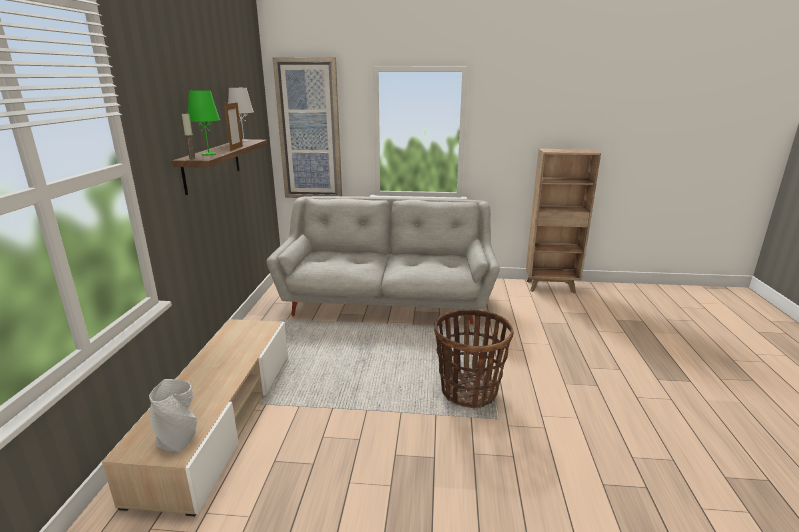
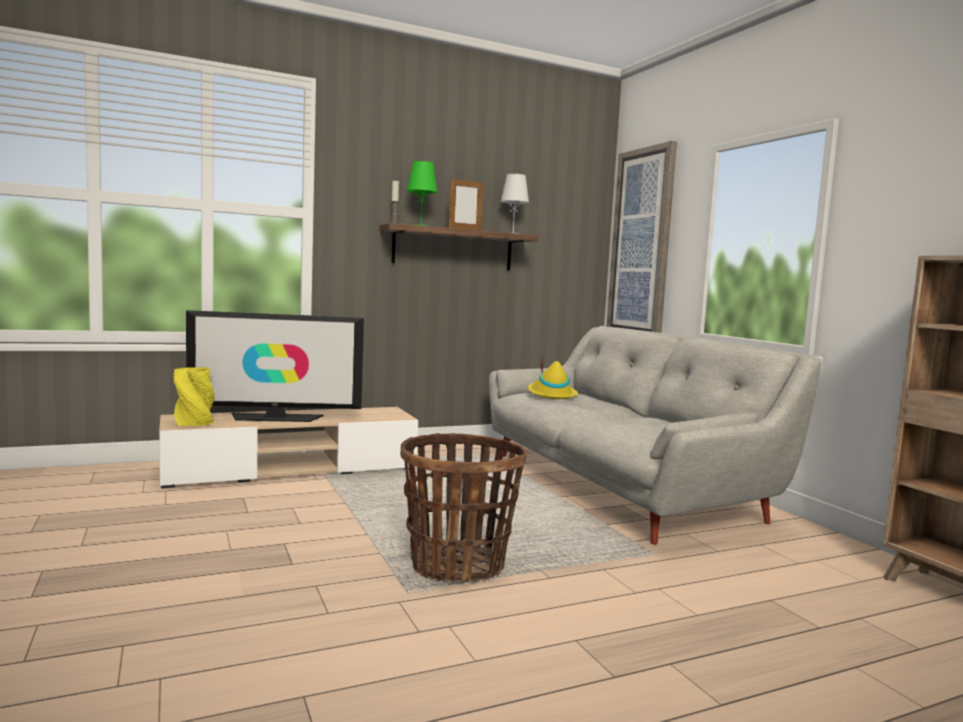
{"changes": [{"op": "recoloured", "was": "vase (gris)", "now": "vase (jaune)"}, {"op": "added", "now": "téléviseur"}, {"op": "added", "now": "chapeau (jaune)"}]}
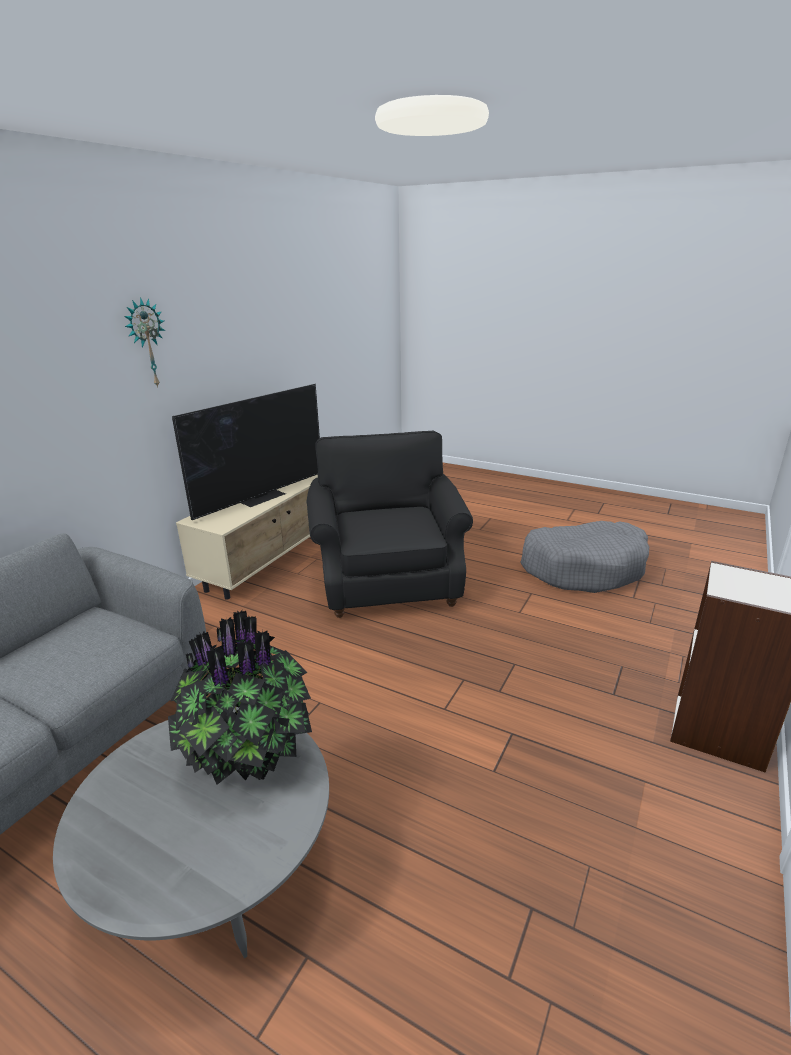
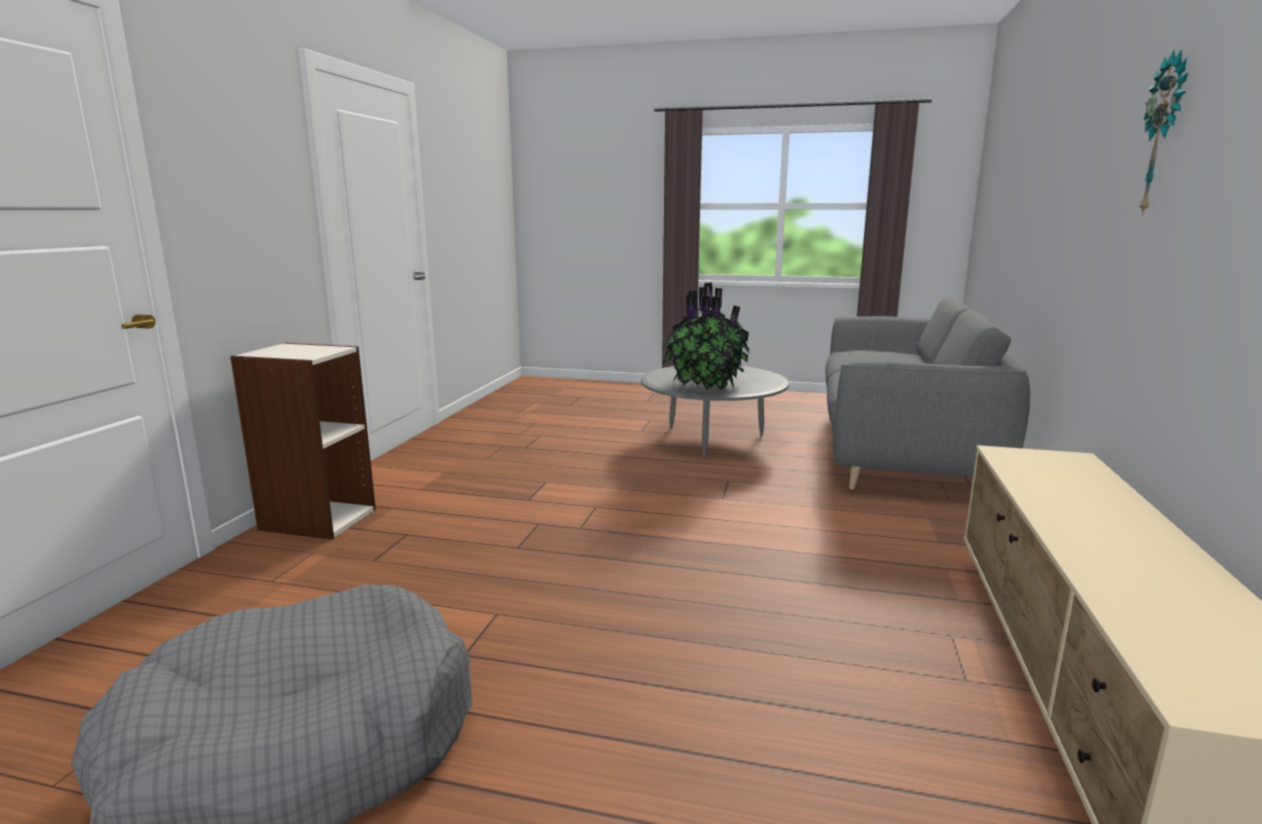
{"changes": [{"op": "removed", "was": "téléviseur"}, {"op": "removed", "was": "fauteuil (noir)"}]}
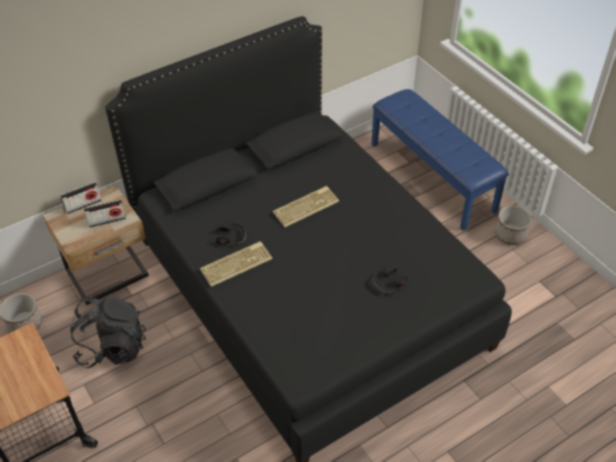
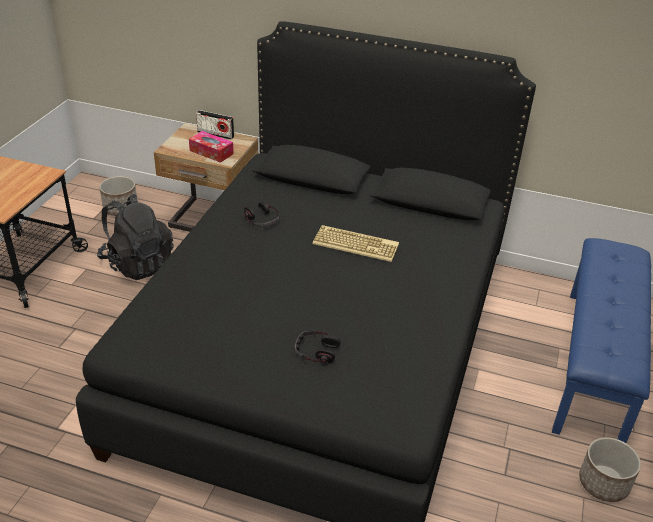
{"changes": [{"op": "replaced", "was": "radio (2nd from left)", "now": "boîte à mouchoirs"}, {"op": "removed", "was": "clavier (1st from left)"}]}
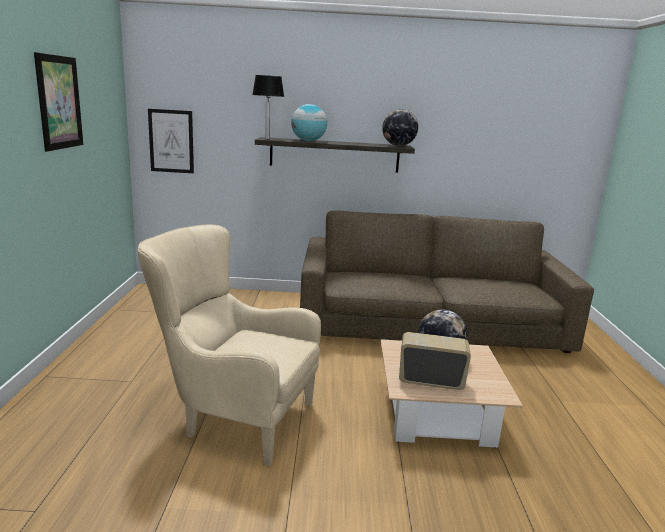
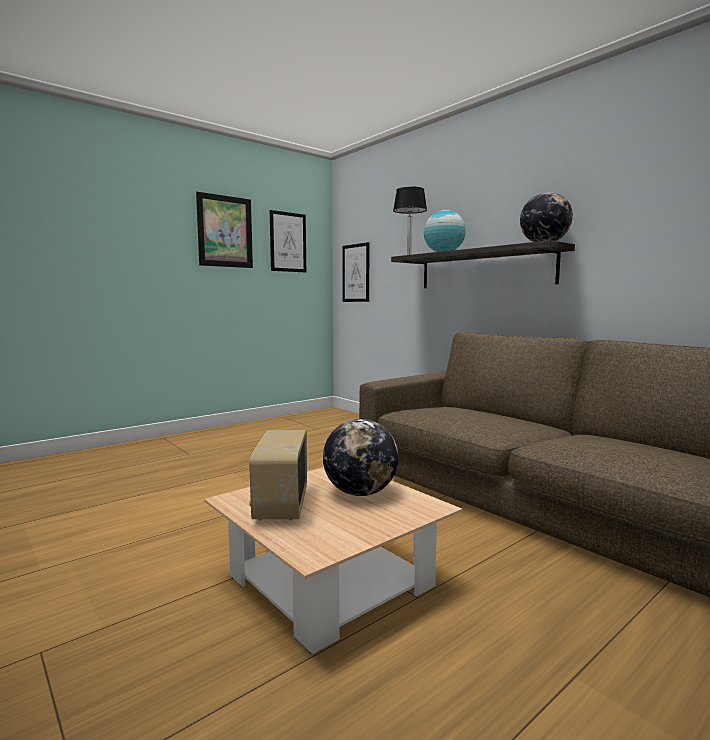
{"changes": [{"op": "turned", "was": "radio", "clockwise": -150}, {"op": "added", "now": "tableau (2nd from left)"}, {"op": "removed", "was": "fauteuil (beige)"}]}
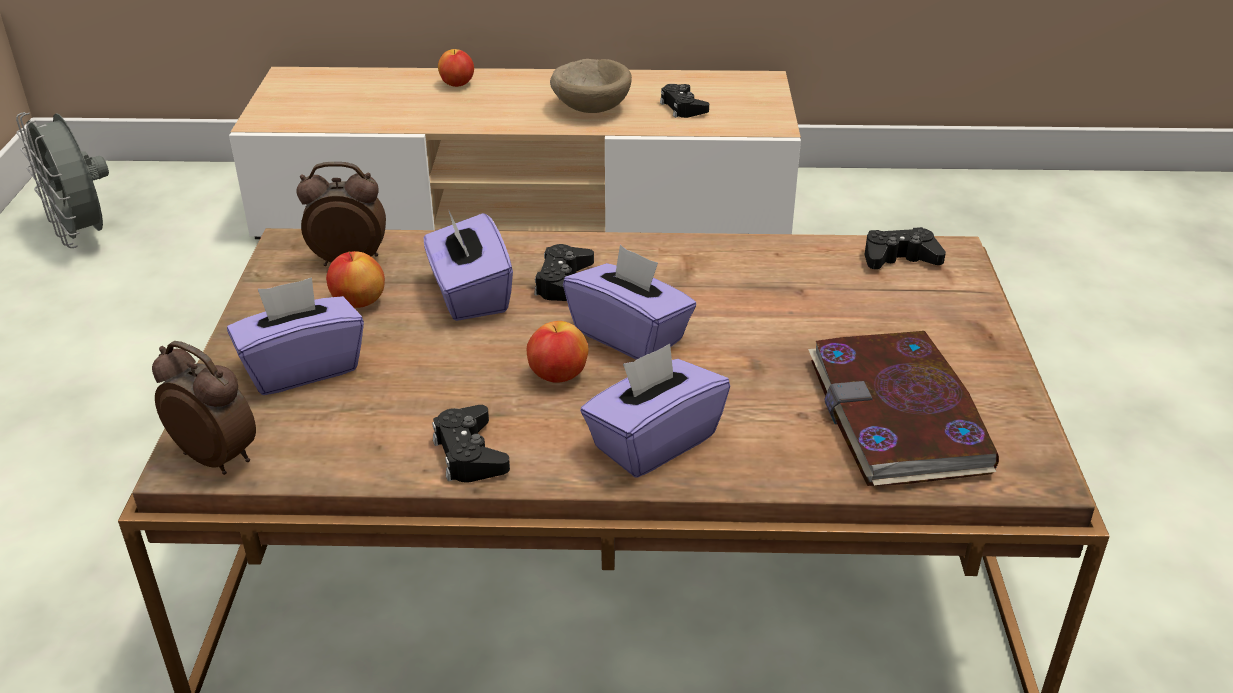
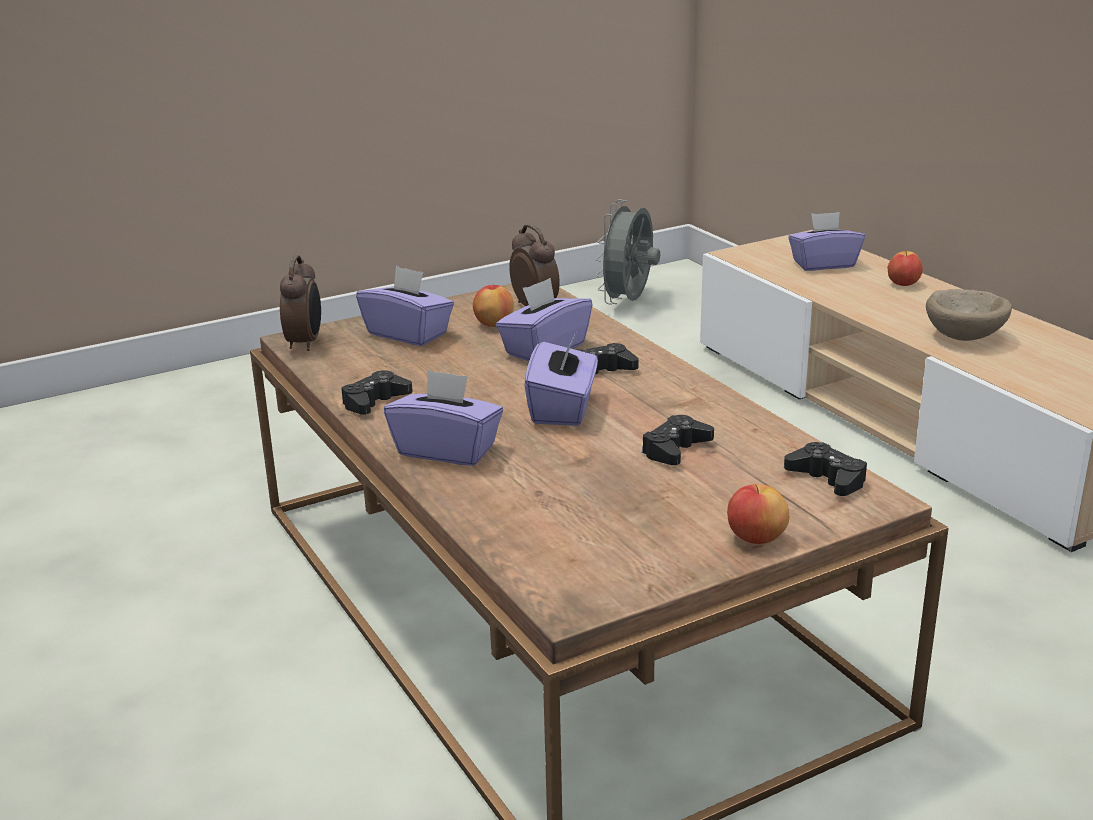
{"changes": [{"op": "moved", "was": "manette (noir) (3rd from left)"}, {"op": "moved", "was": "pomme (3rd from left in the first image)", "now": "pomme (2nd from left)"}, {"op": "added", "now": "boîte à mouchoirs (violet) (5th from left)"}, {"op": "removed", "was": "livre"}]}
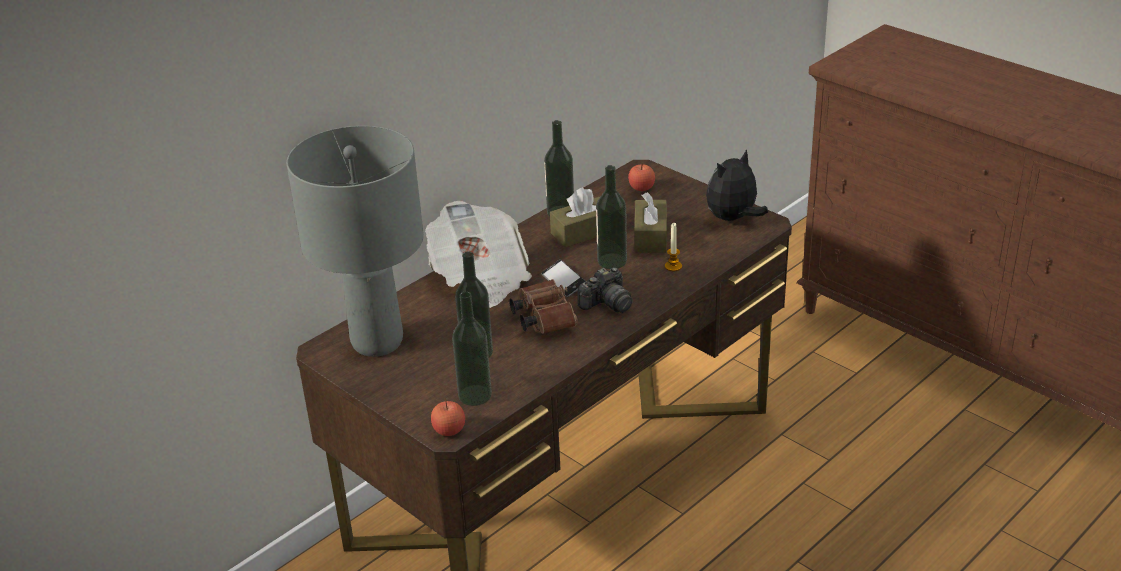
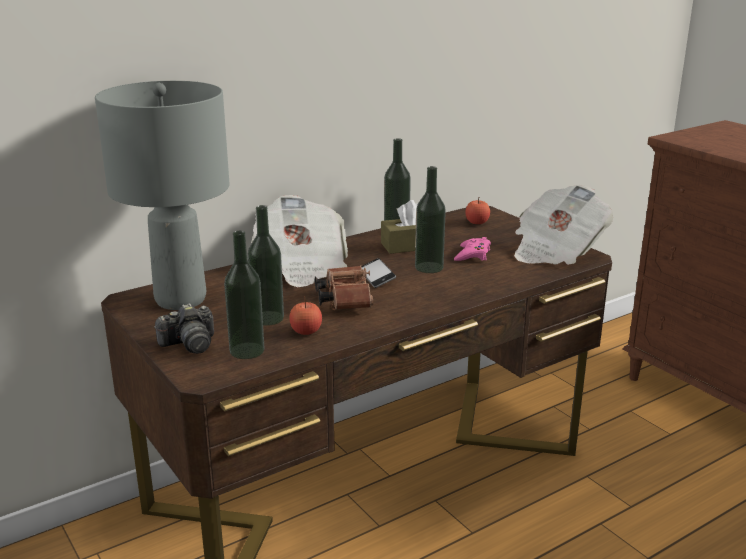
{"changes": [{"op": "moved", "was": "appareil photo"}, {"op": "moved", "was": "pomme (1st from left)"}, {"op": "replaced", "was": "boîte à mouchoirs (marron) (2nd from left)", "now": "manette (rose)"}, {"op": "replaced", "was": "peluche", "now": "journal (2nd from left)"}, {"op": "removed", "was": "bougie"}]}
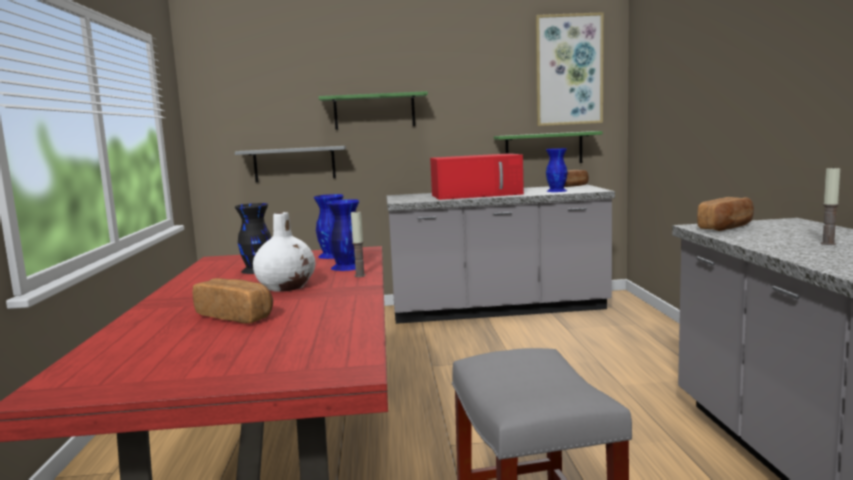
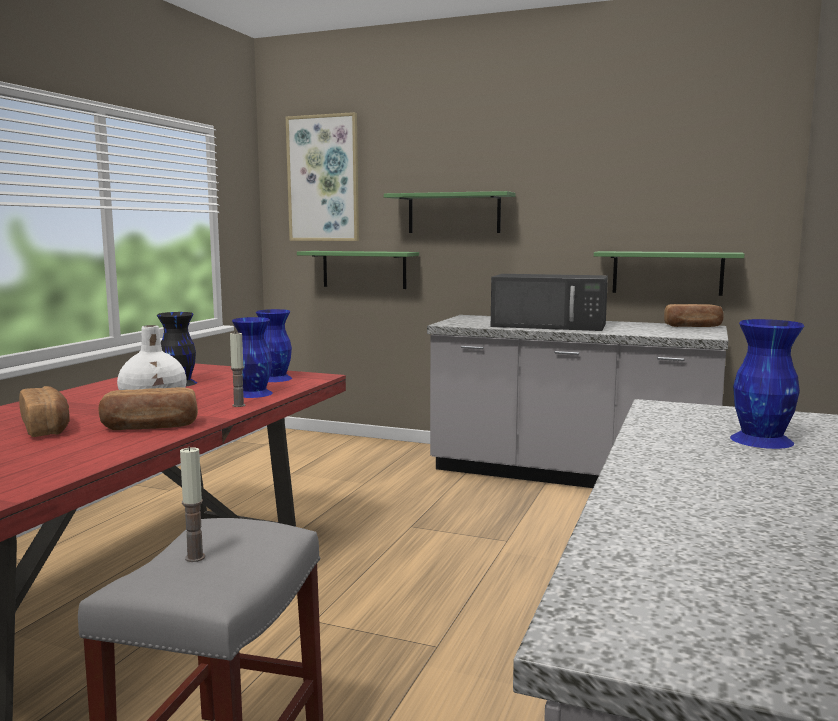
{"changes": [{"op": "moved", "was": "pain (3rd from left in the first image)", "now": "pain (2nd from left)"}, {"op": "moved", "was": "bougie (2nd from left in the first image)", "now": "bougie (1st from left)"}, {"op": "moved", "was": "tableau"}, {"op": "recoloured", "was": "étagère (gris)", "now": "étagère (vert) (1st from left)"}, {"op": "recoloured", "was": "micro-ondes (rouge)", "now": "micro-ondes (noir)"}, {"op": "moved", "was": "vase (bleu) (3rd from left)"}]}
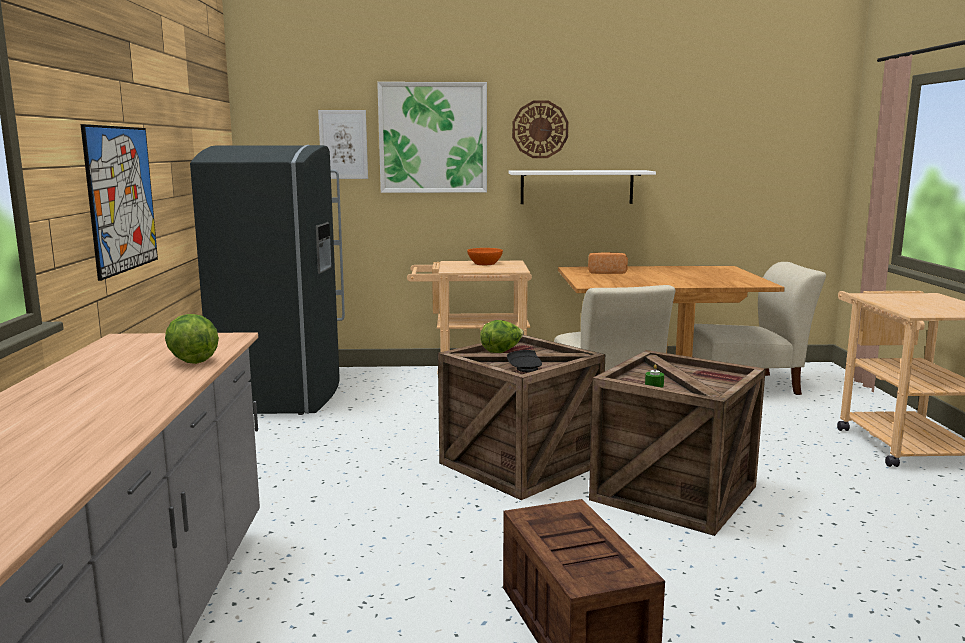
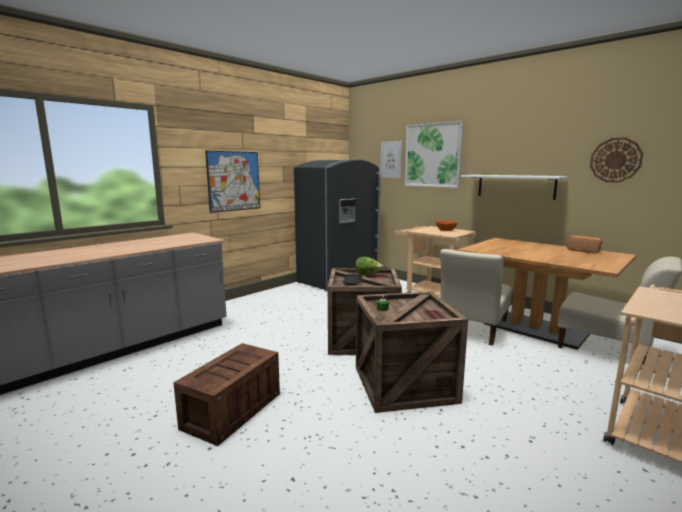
{"changes": [{"op": "moved", "was": "pain"}, {"op": "moved", "was": "horloge murale"}, {"op": "removed", "was": "laitue (1st from left)"}]}
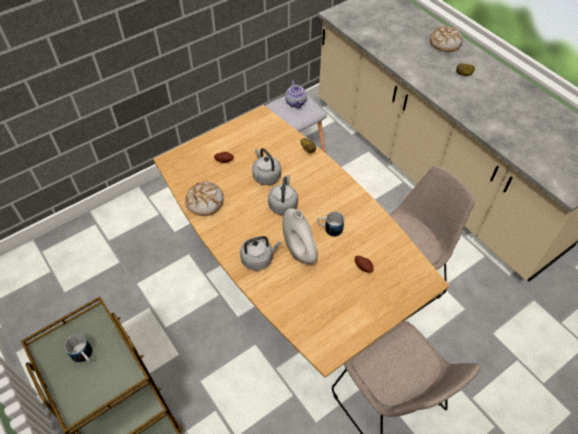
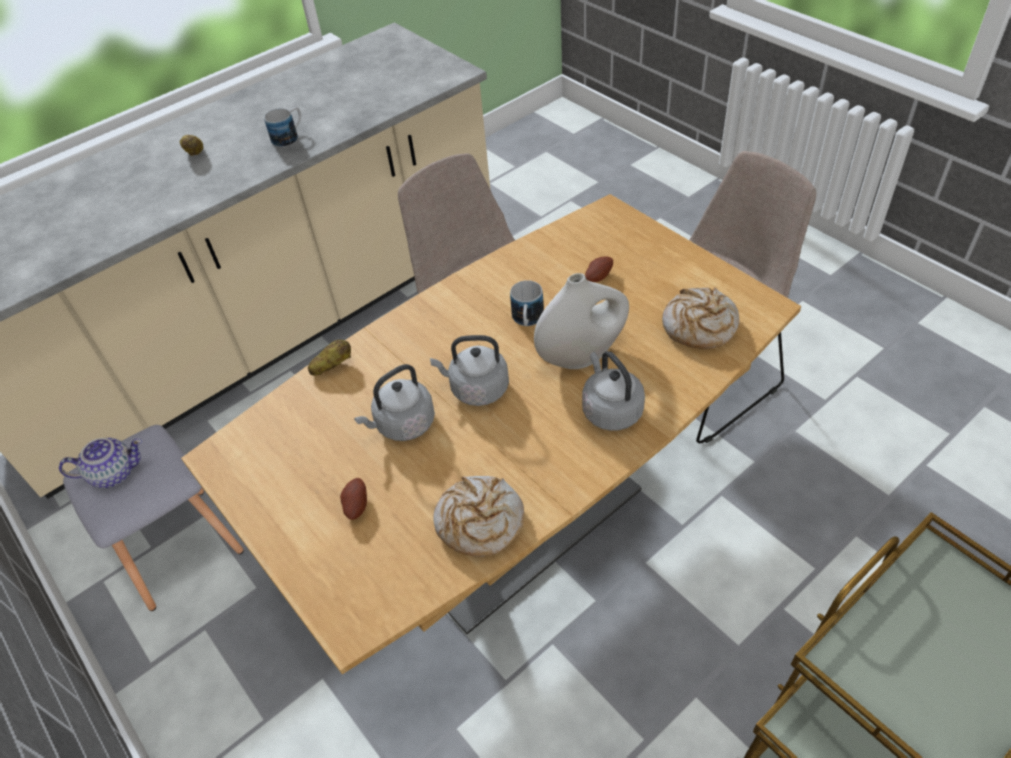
{"changes": [{"op": "moved", "was": "mug (1st from left)"}, {"op": "moved", "was": "pain (2nd from left)"}]}
